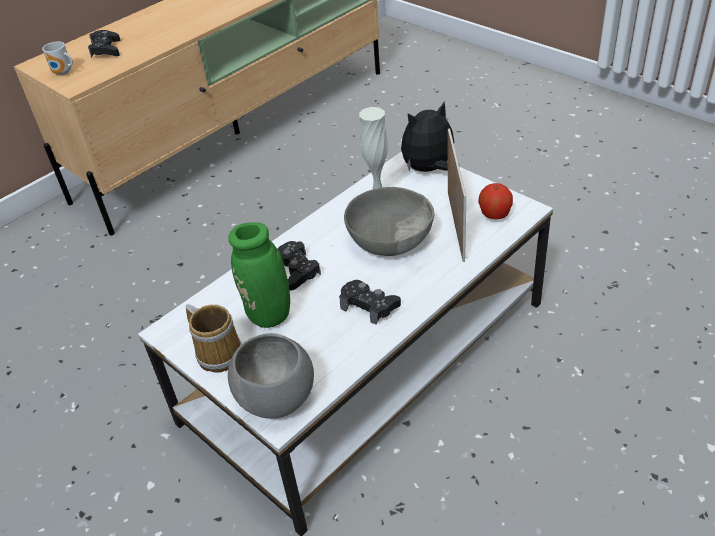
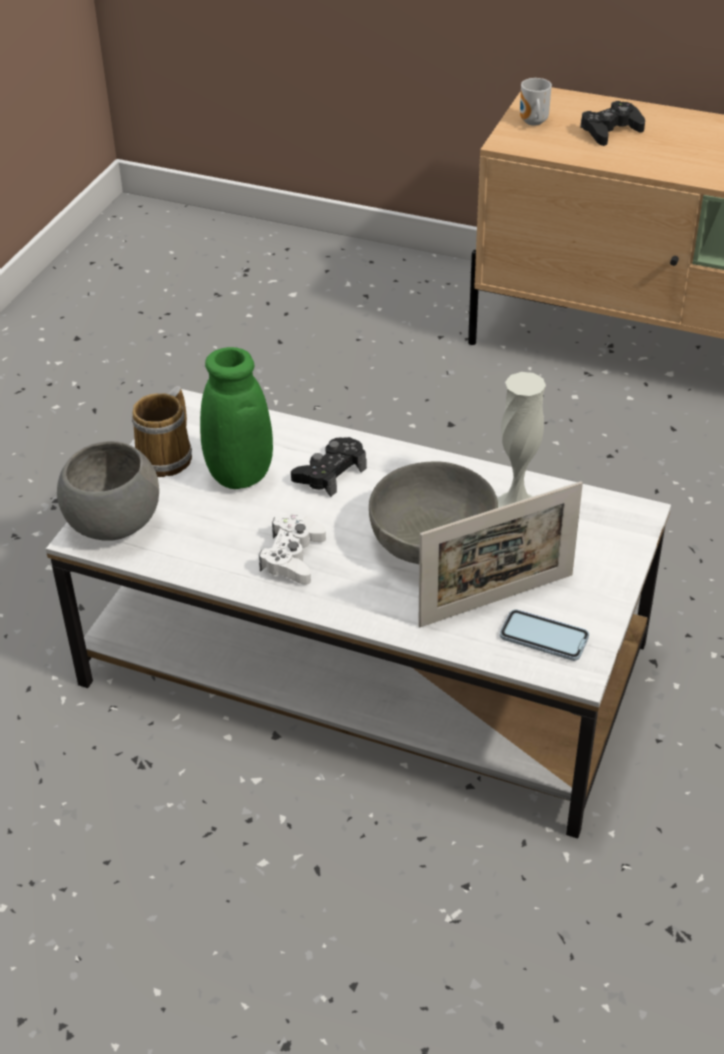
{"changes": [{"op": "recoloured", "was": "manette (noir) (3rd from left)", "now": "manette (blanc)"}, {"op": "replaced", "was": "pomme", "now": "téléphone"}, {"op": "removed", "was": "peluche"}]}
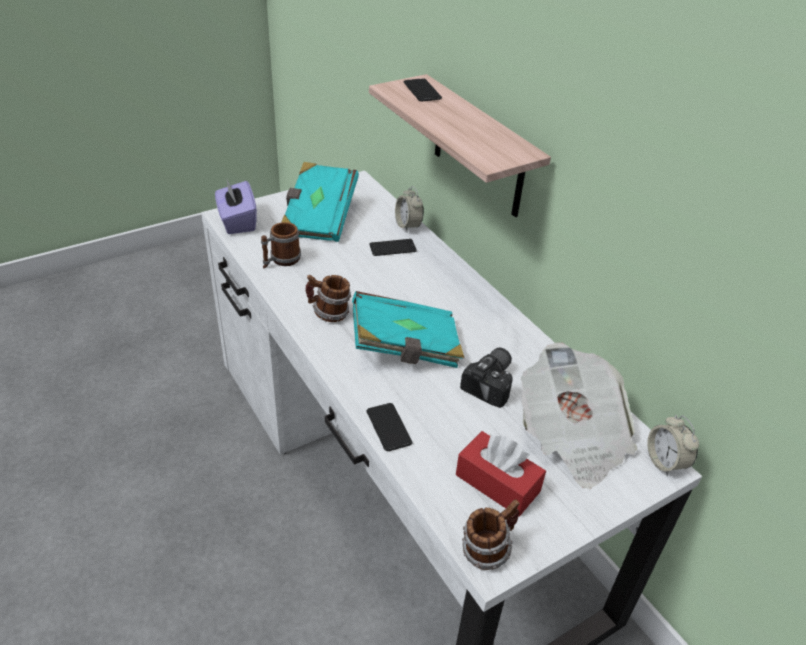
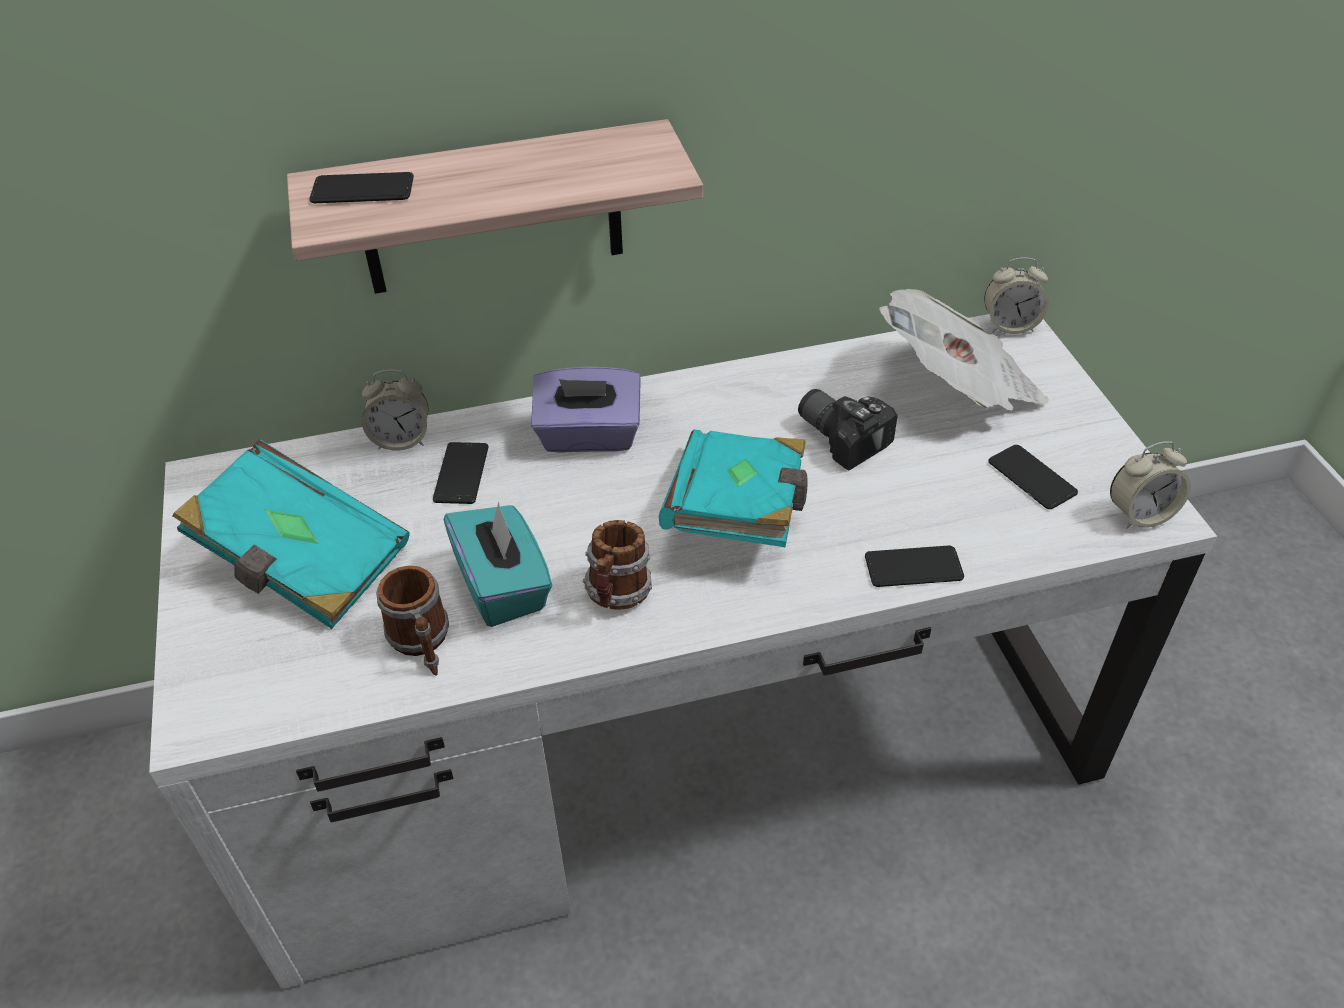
{"changes": [{"op": "added", "now": "boîte à mouchoirs (turquoise)"}, {"op": "moved", "was": "boîte à mouchoirs (violet)"}, {"op": "replaced", "was": "boîte à mouchoirs (rouge)", "now": "téléphone (4th from left)"}, {"op": "replaced", "was": "mug (3rd from left)", "now": "réveil (3rd from left)"}]}
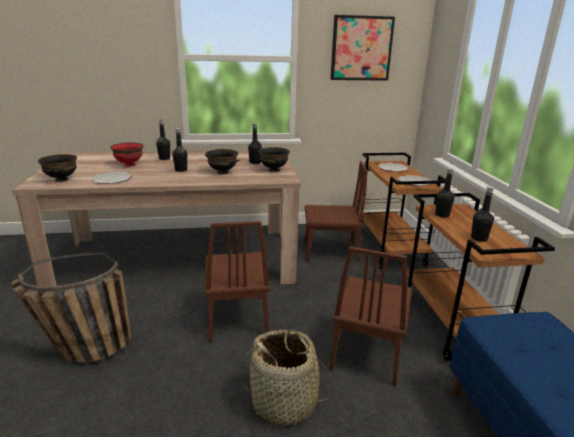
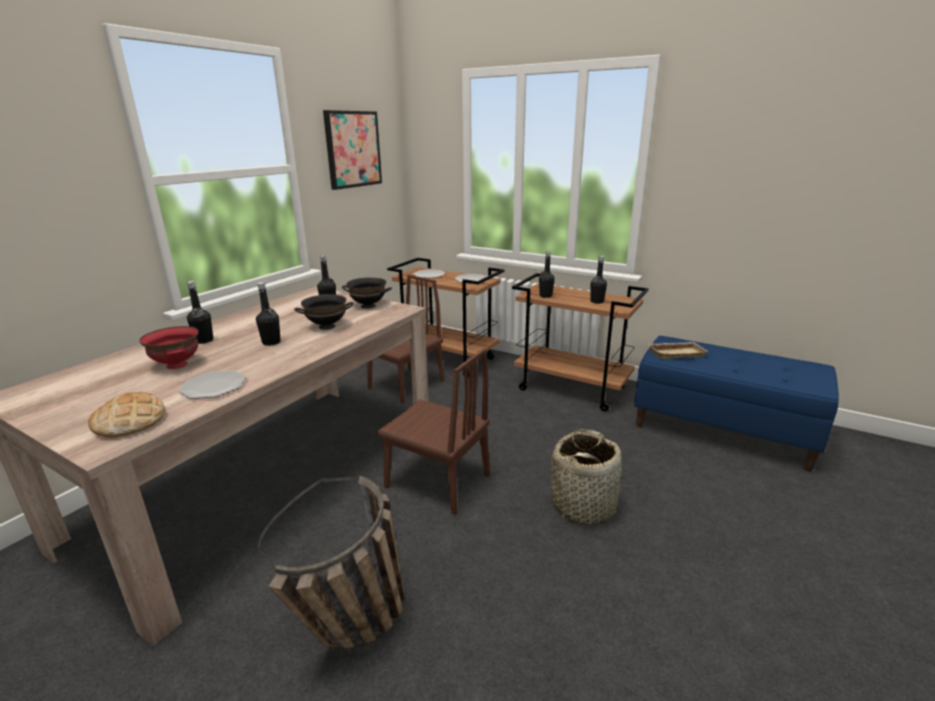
{"changes": [{"op": "replaced", "was": "bol (noir) (1st from left)", "now": "pain"}, {"op": "added", "now": "plateau (beige)"}, {"op": "removed", "was": "chaise (marron) (3rd from left)"}]}
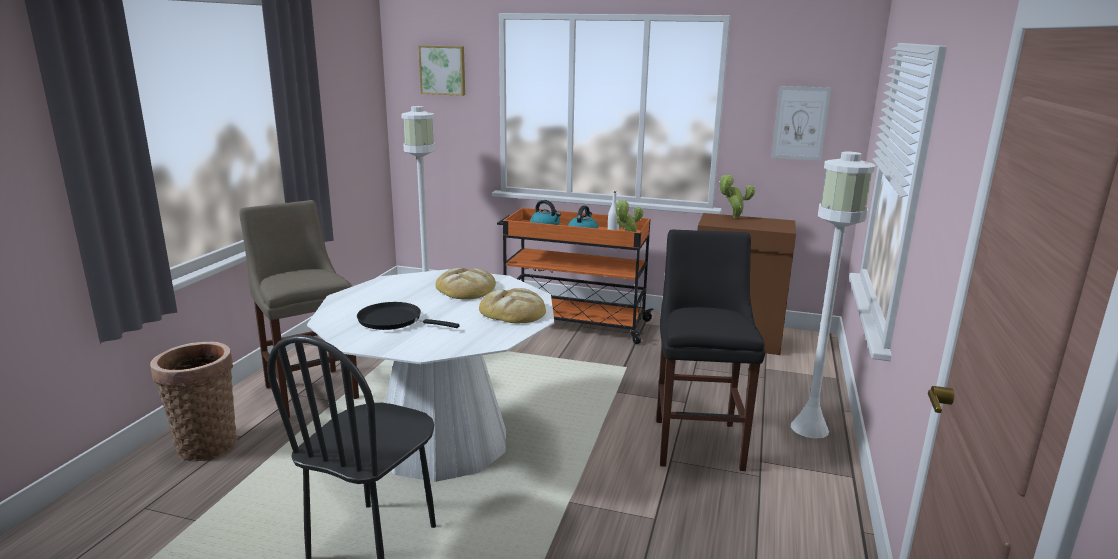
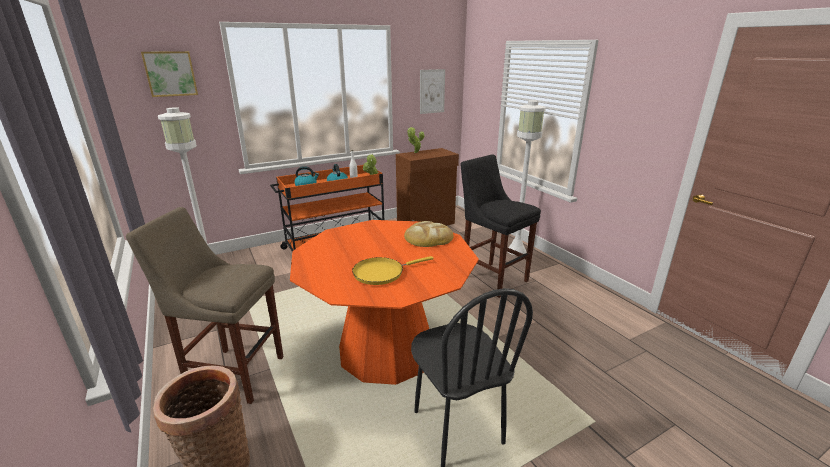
{"changes": [{"op": "recoloured", "was": "table à manger (blanc)", "now": "table à manger (orange)"}, {"op": "recoloured", "was": "poêle (noir)", "now": "poêle (jaune)"}, {"op": "removed", "was": "pain (1st from left)"}]}
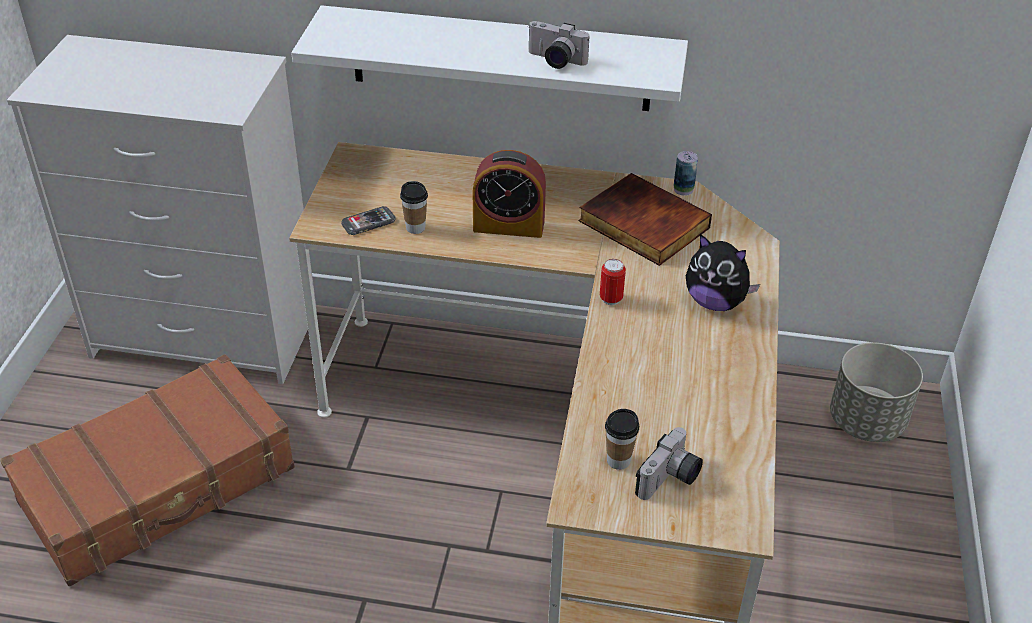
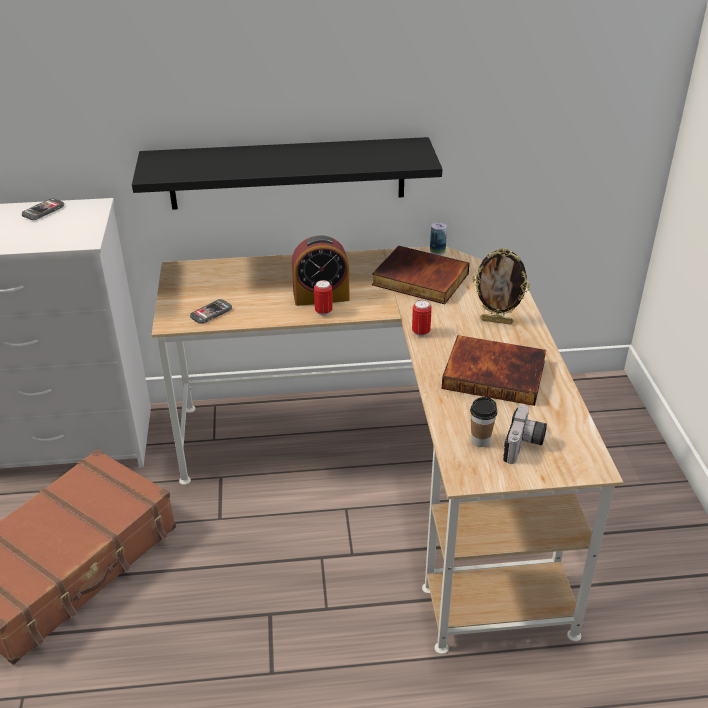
{"changes": [{"op": "added", "now": "téléphone (1st from left)"}, {"op": "recoloured", "was": "étagère (blanc)", "now": "étagère (noir)"}, {"op": "added", "now": "boîte métallique (1st from left)"}, {"op": "added", "now": "livre (2nd from left)"}, {"op": "replaced", "was": "peluche", "now": "cadre photo"}, {"op": "removed", "was": "tasse (1st from left)"}, {"op": "removed", "was": "appareil photo (1st from left)"}, {"op": "removed", "was": "cache-pot (gris)"}]}
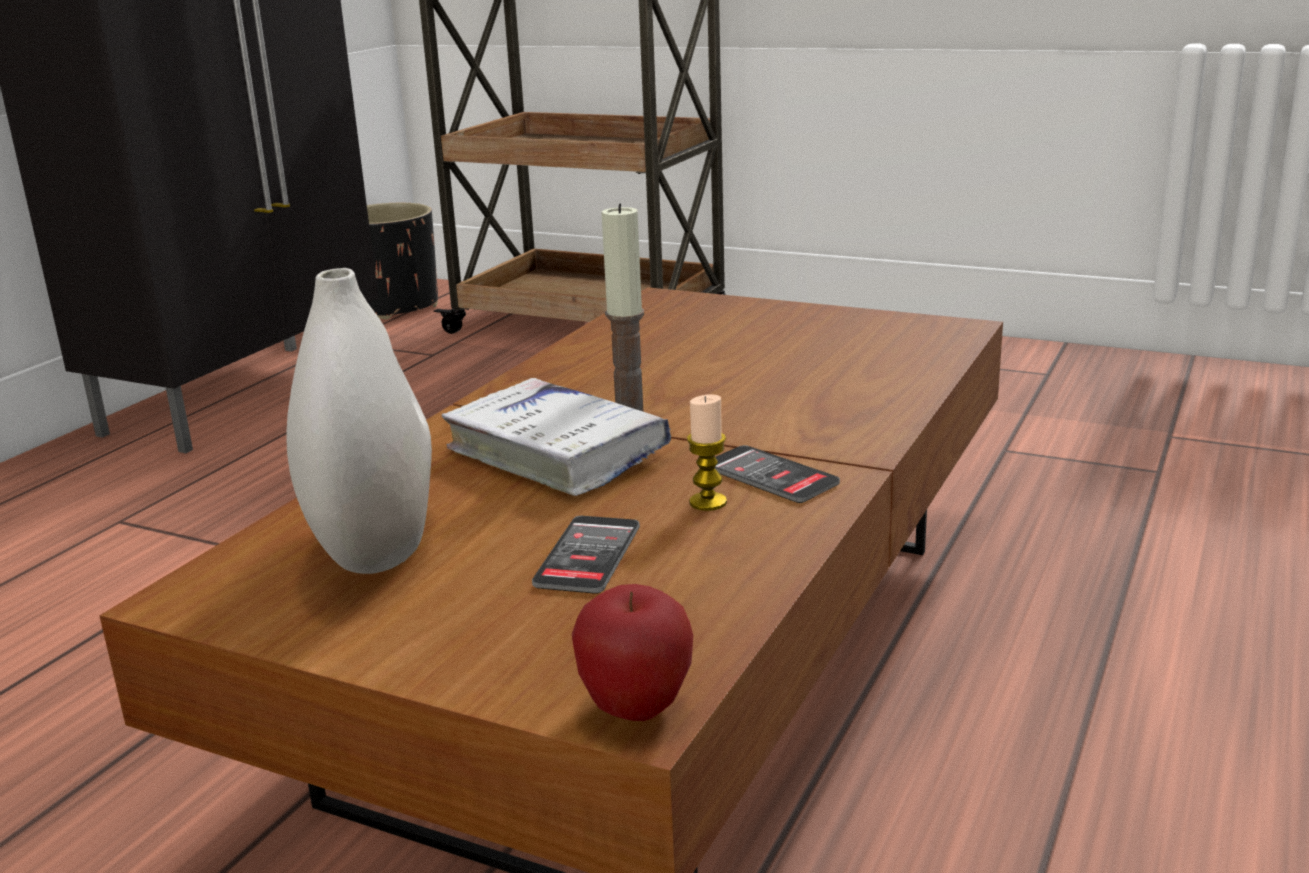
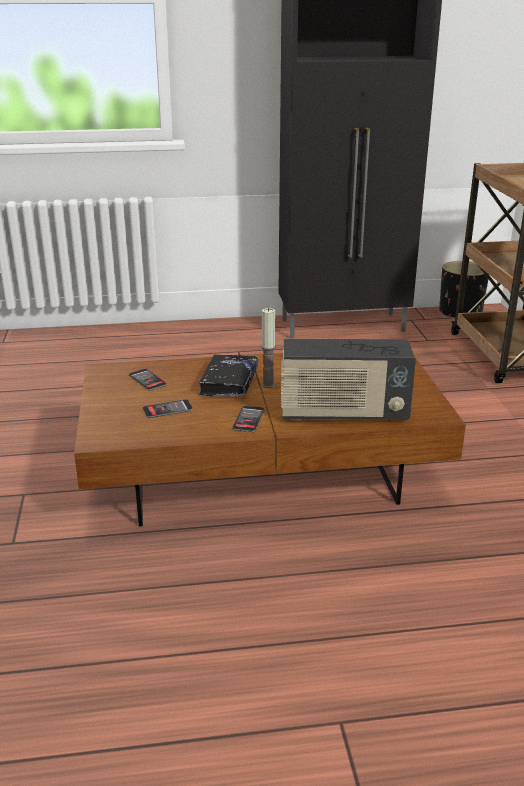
{"changes": [{"op": "replaced", "was": "vase (blanc)", "now": "téléphone (1st from left)"}, {"op": "recoloured", "was": "livre (blanc)", "now": "livre (noir)"}, {"op": "added", "now": "radio"}, {"op": "removed", "was": "pomme"}, {"op": "removed", "was": "bougie (2nd from left)"}]}
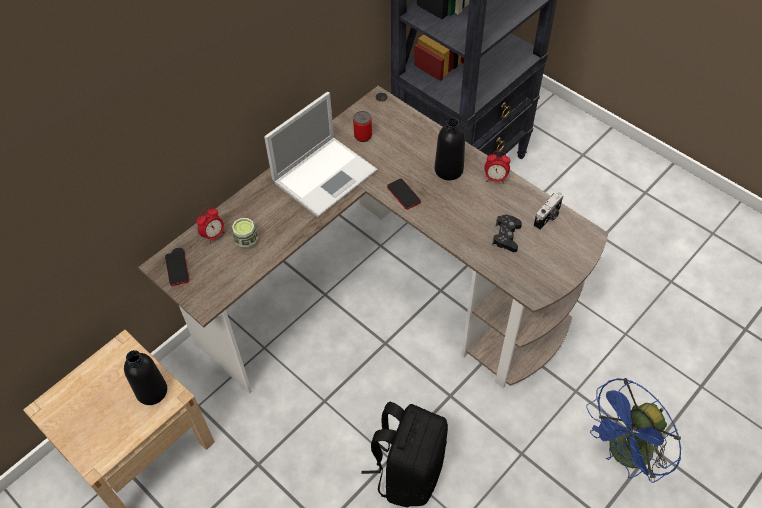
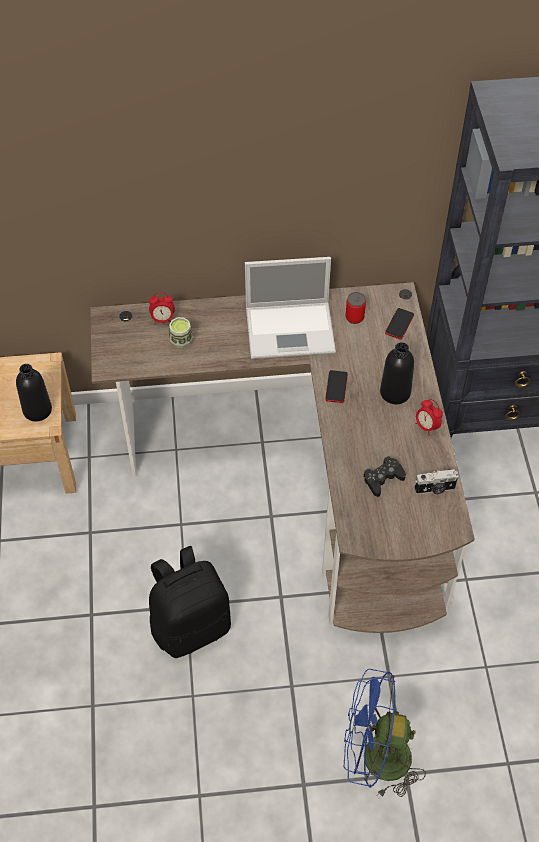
{"changes": [{"op": "moved", "was": "téléphone (1st from left in the first image)", "now": "téléphone (2nd from left)"}]}
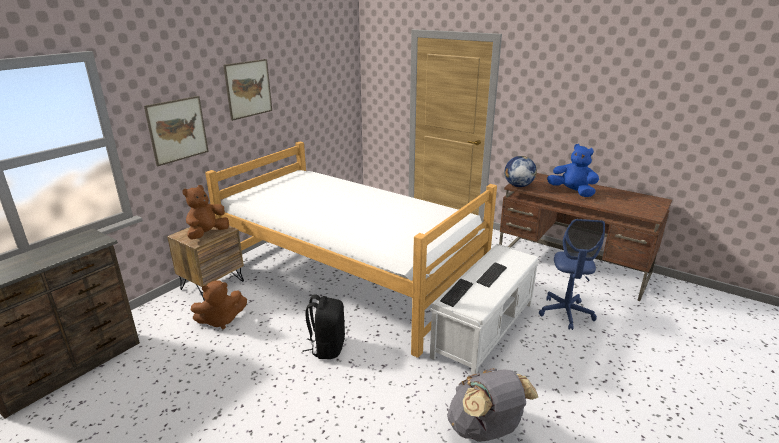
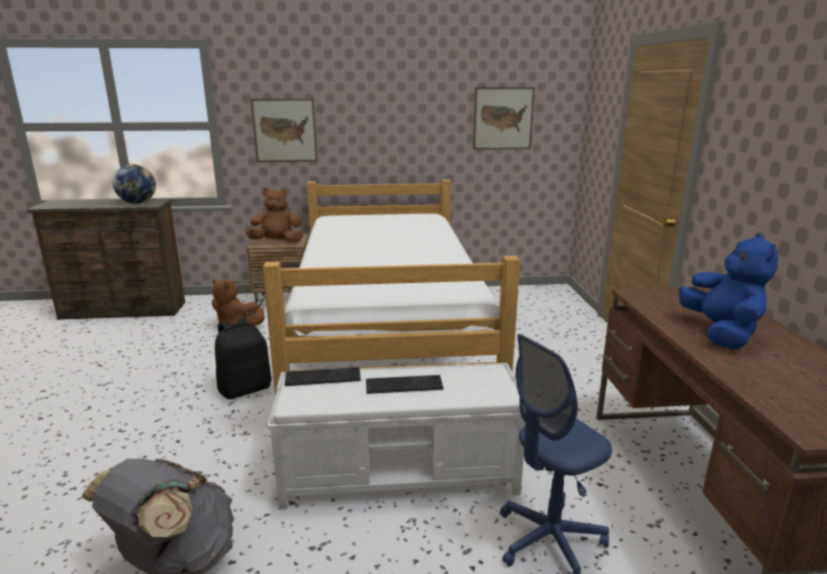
{"changes": [{"op": "moved", "was": "globe"}, {"op": "moved", "was": "tableau (2nd from left)"}]}
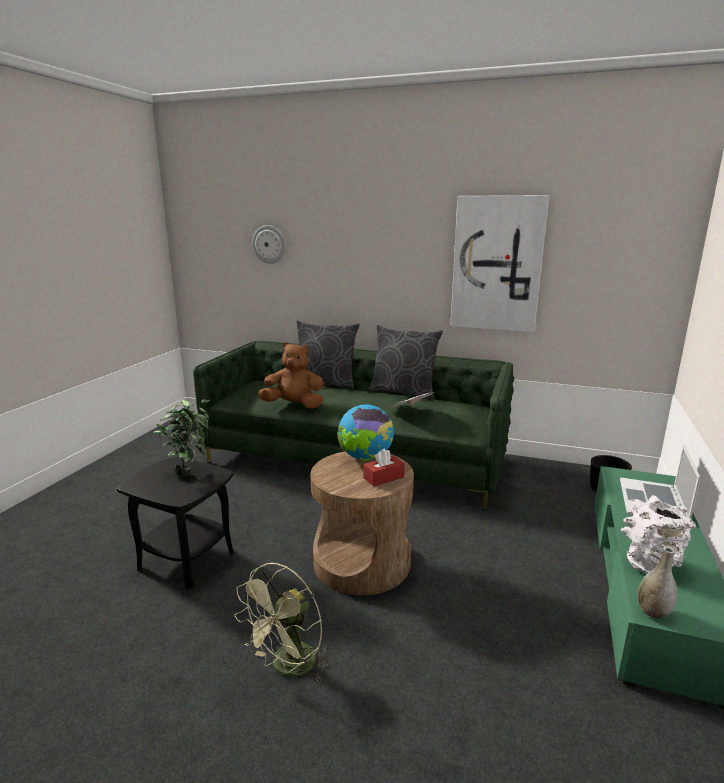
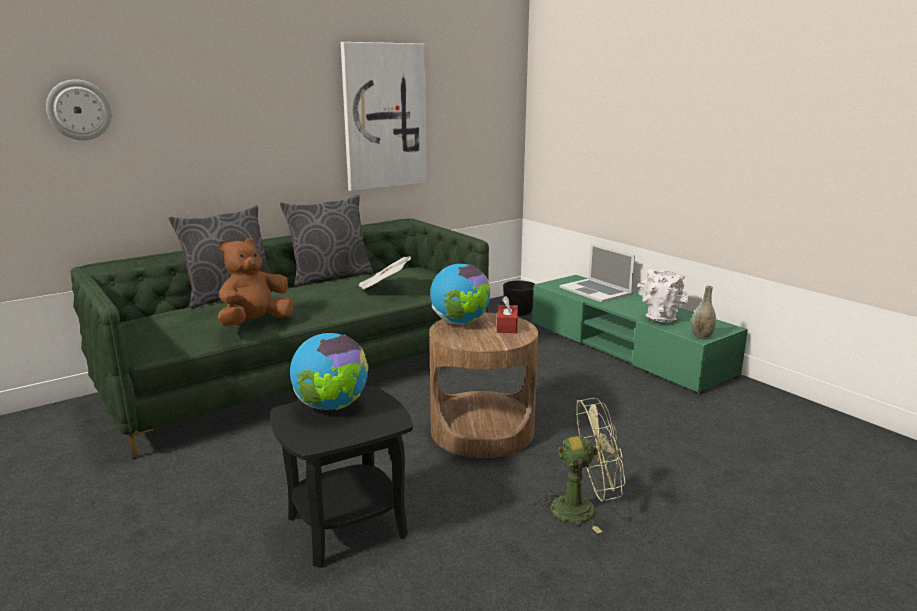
{"changes": [{"op": "replaced", "was": "plante en pot", "now": "globe (1st from left)"}, {"op": "turned", "was": "ventilateur (vert)", "clockwise": -75}]}
